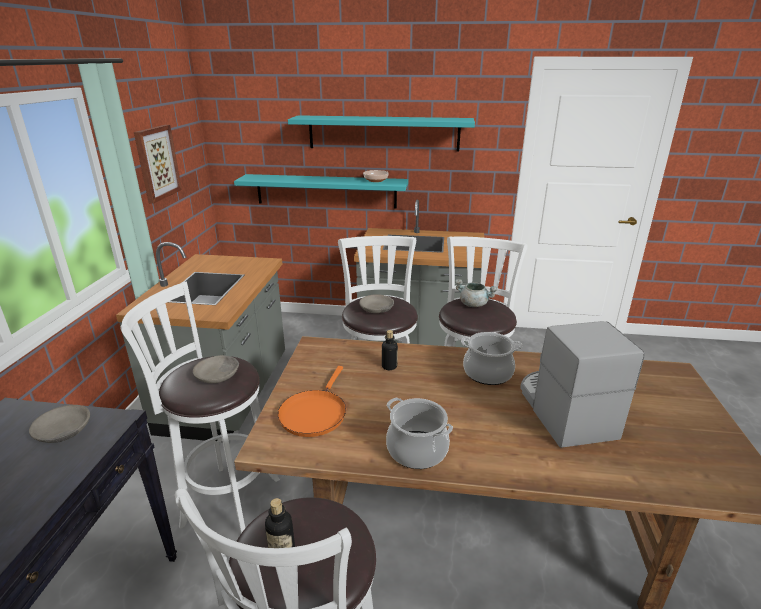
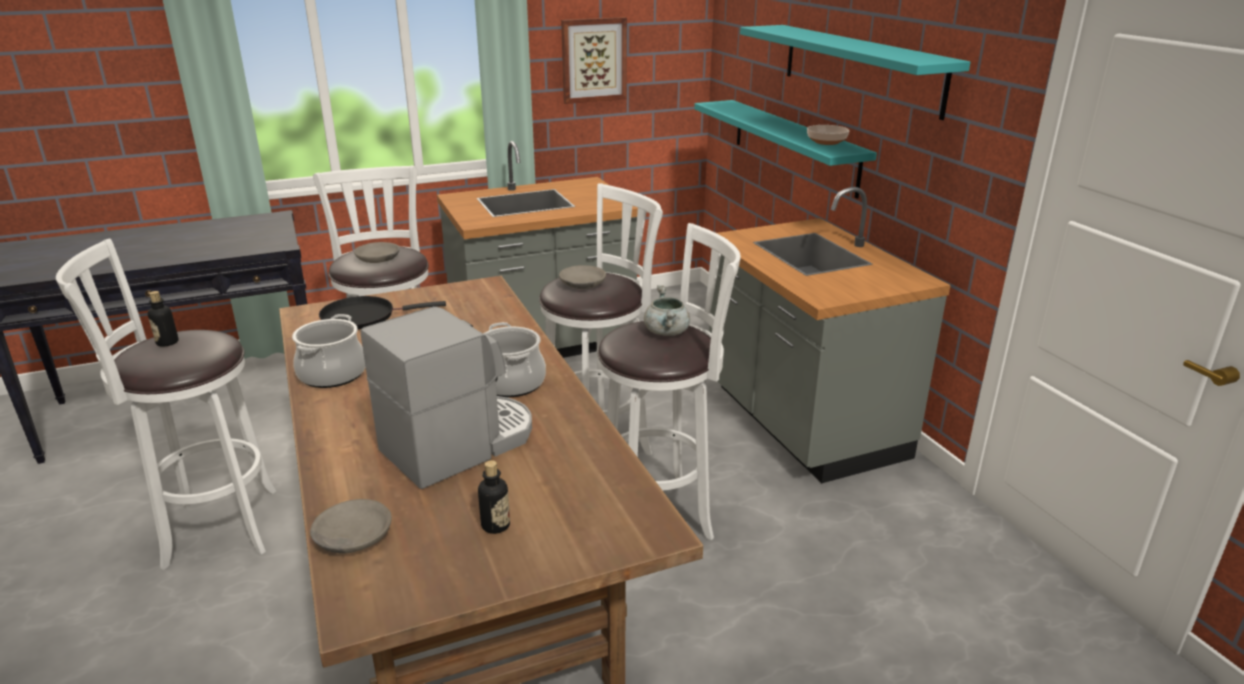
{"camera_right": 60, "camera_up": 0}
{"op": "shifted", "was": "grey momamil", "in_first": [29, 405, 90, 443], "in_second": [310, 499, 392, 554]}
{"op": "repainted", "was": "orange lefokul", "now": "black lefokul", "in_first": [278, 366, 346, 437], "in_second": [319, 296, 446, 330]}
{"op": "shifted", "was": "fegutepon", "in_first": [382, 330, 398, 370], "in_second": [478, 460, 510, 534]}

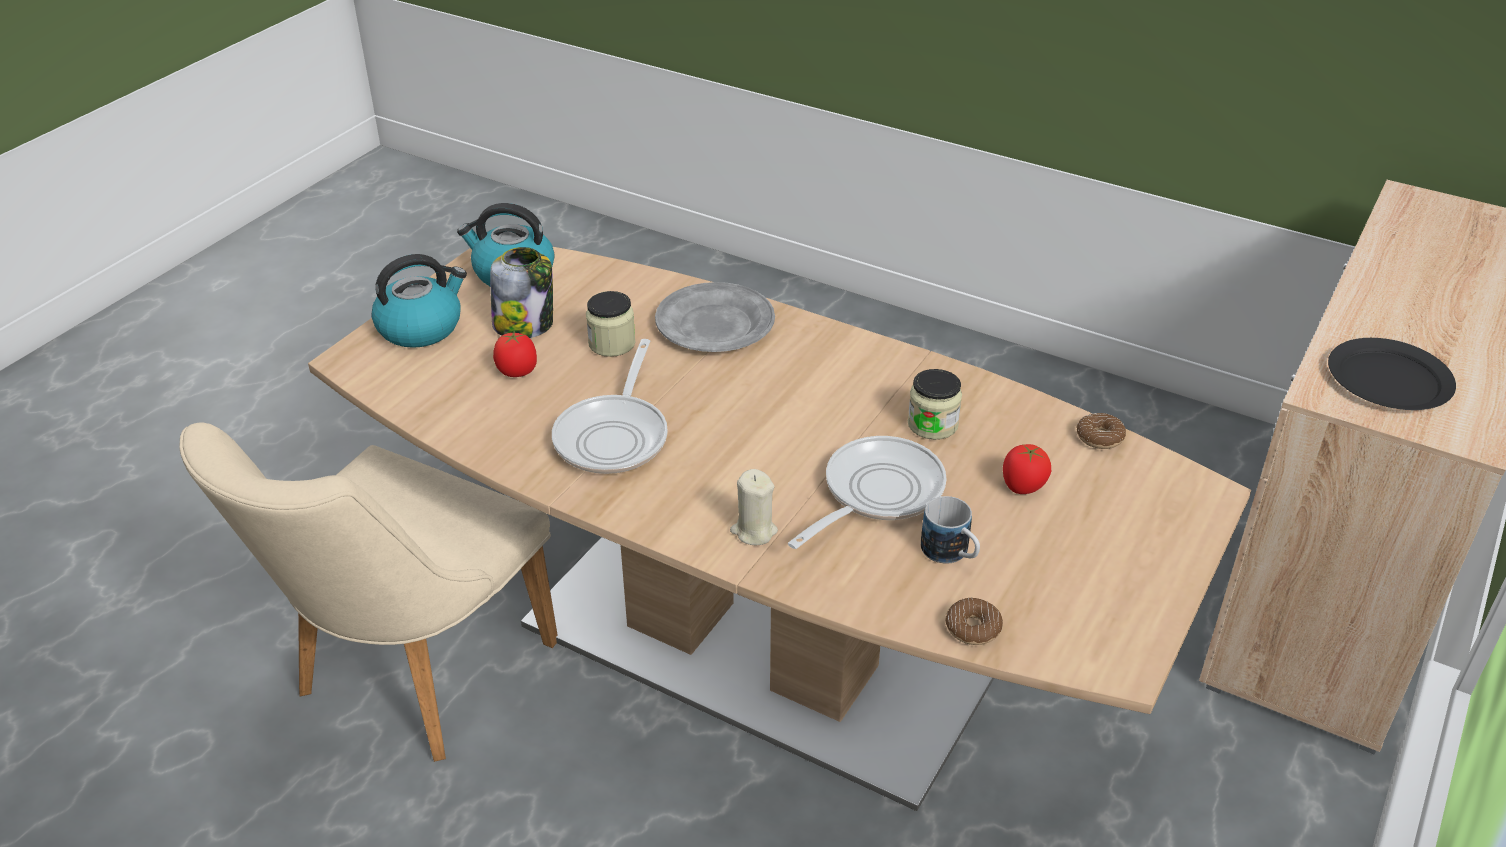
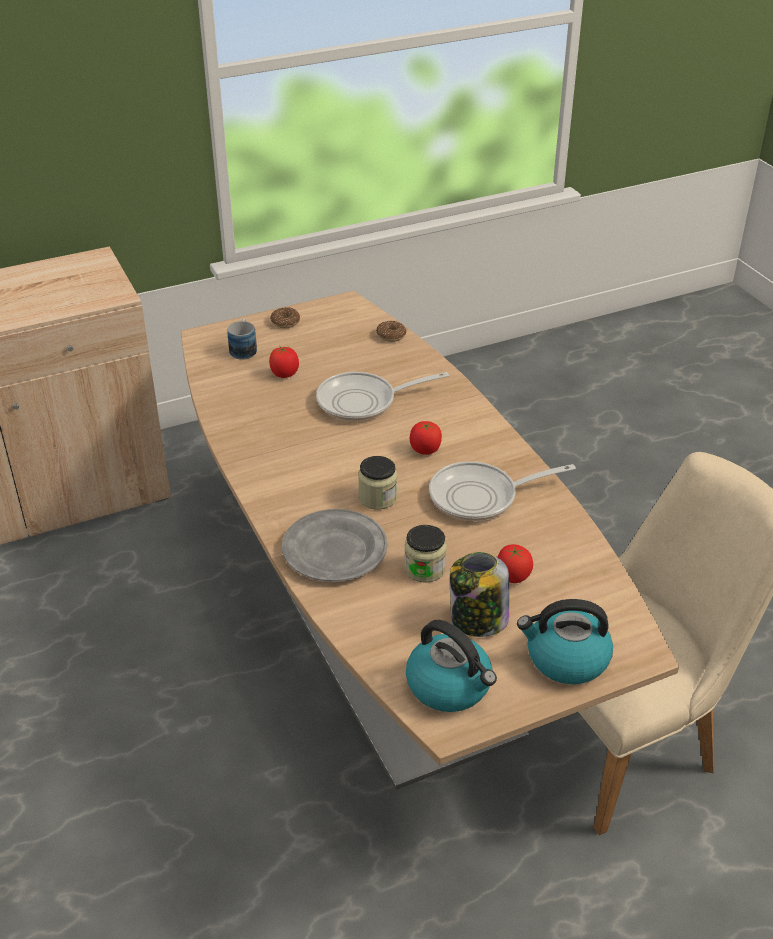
{"camera_right": -145, "camera_up": 0}
{"op": "rotated", "was": "lefokul", "in_first": [552, 339, 668, 474], "in_second": [429, 461, 576, 521], "clockwise": -150}
{"op": "gone", "was": "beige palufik", "in_first": [730, 469, 778, 546]}
{"op": "shifted", "was": "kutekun", "in_first": [908, 369, 962, 440], "in_second": [358, 456, 397, 510]}
{"op": "shifted", "was": "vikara", "in_first": [921, 496, 980, 564], "in_second": [227, 318, 257, 360]}
{"op": "shifted", "was": "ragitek", "in_first": [1076, 413, 1126, 449], "in_second": [270, 307, 300, 328]}
{"op": "gone", "was": "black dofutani", "in_first": [1328, 338, 1456, 410]}
{"op": "new", "now": "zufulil", "in_second": [410, 421, 442, 455]}

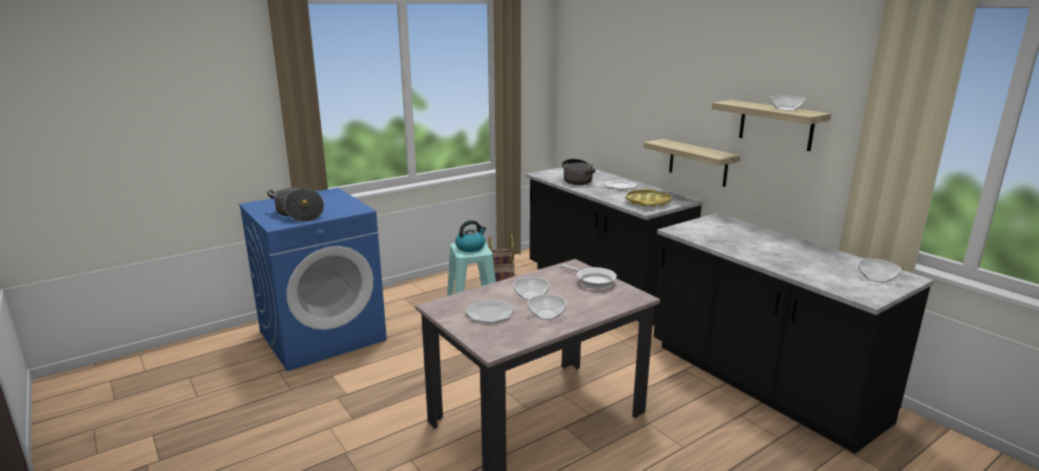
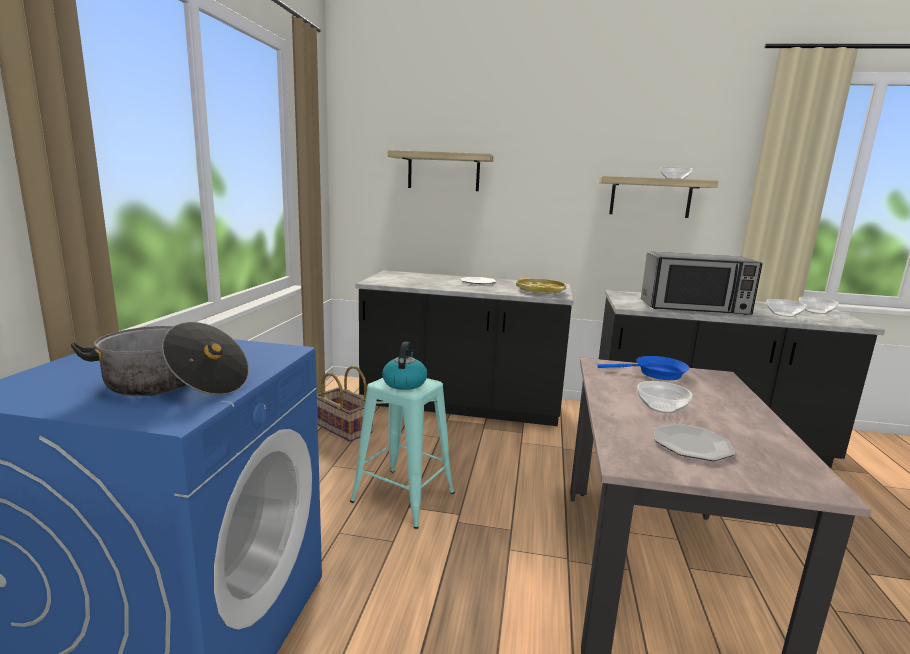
{"camera_right": -45, "camera_up": -5}
{"op": "shifted", "was": "momamil", "in_first": [528, 294, 567, 320], "in_second": [766, 299, 807, 317]}
{"op": "repainted", "was": "white lefokul", "now": "blue lefokul", "in_first": [561, 264, 617, 289], "in_second": [597, 356, 690, 380]}
{"op": "gone", "was": "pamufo", "in_first": [562, 159, 596, 185]}
{"op": "shifted", "was": "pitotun", "in_first": [643, 139, 740, 187], "in_second": [388, 150, 494, 191]}
{"op": "new", "now": "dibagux", "in_second": [641, 252, 763, 315]}

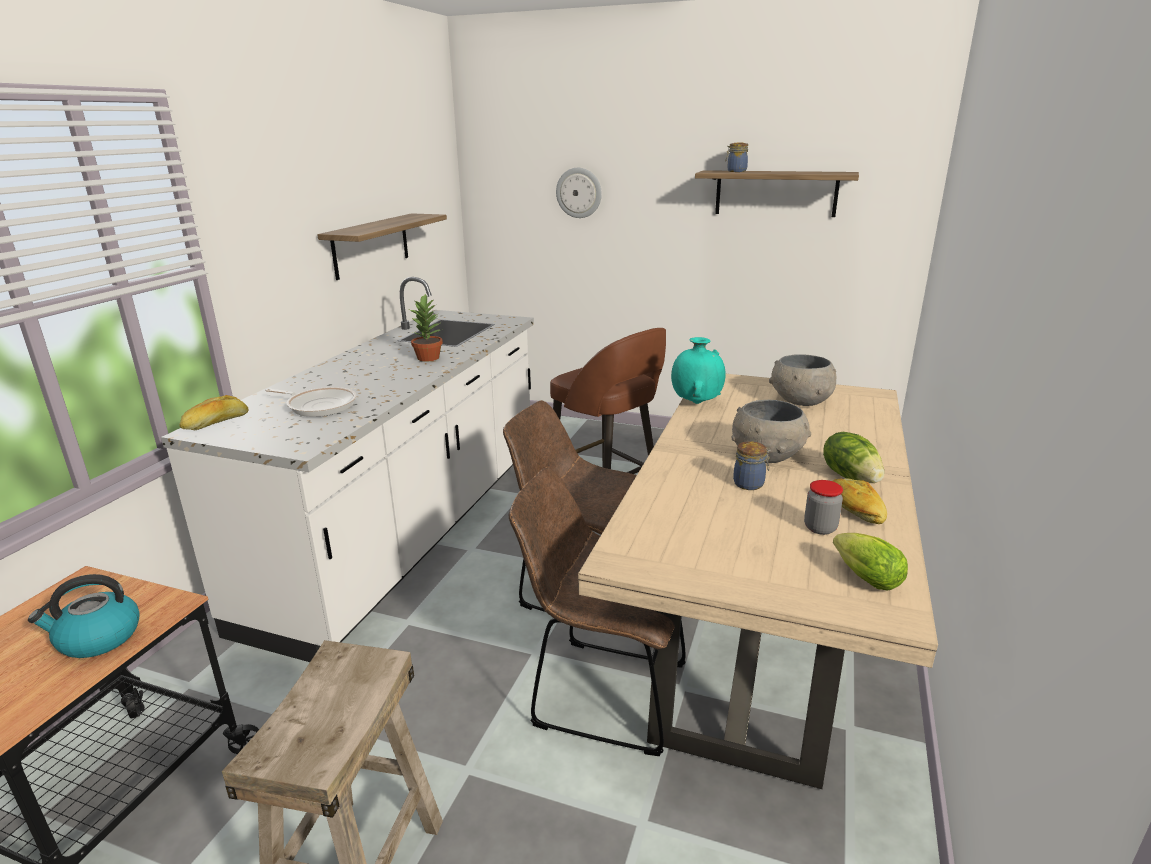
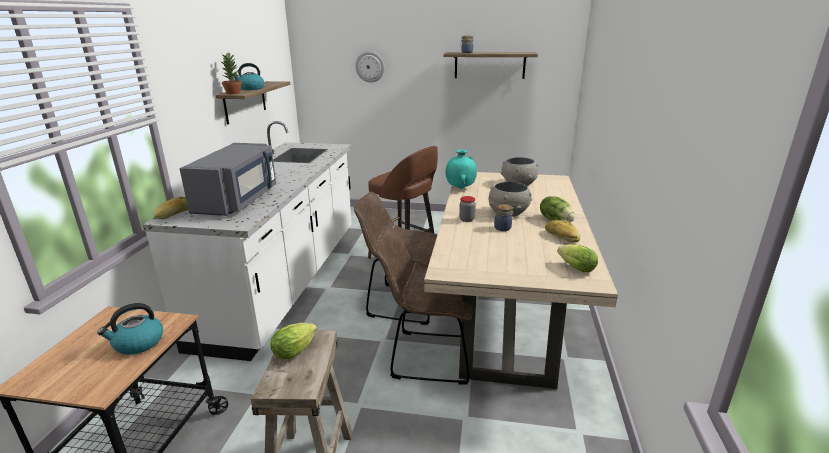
{"camera_right": -10, "camera_up": 0}
{"op": "swapped", "was": "lefokul", "now": "grey dibagux", "in_first": [265, 387, 357, 417], "in_second": [179, 143, 276, 216]}
{"op": "shifted", "was": "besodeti", "in_first": [410, 294, 443, 362], "in_second": [221, 52, 242, 94]}
{"op": "shifted", "was": "kutekun", "in_first": [804, 480, 843, 535], "in_second": [459, 196, 476, 222]}
{"op": "new", "now": "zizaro", "in_second": [233, 63, 264, 90]}
{"op": "new", "now": "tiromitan", "in_second": [270, 323, 317, 359]}

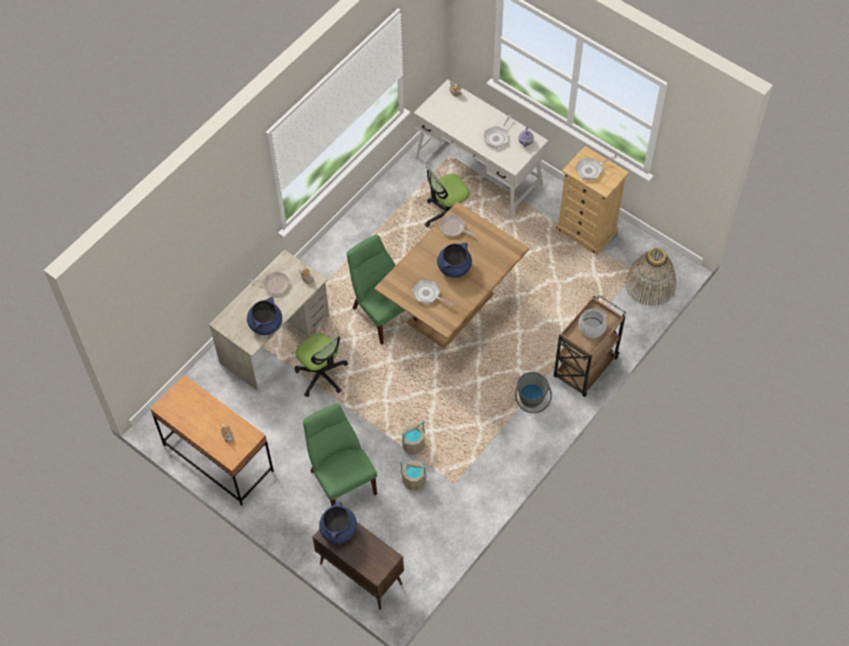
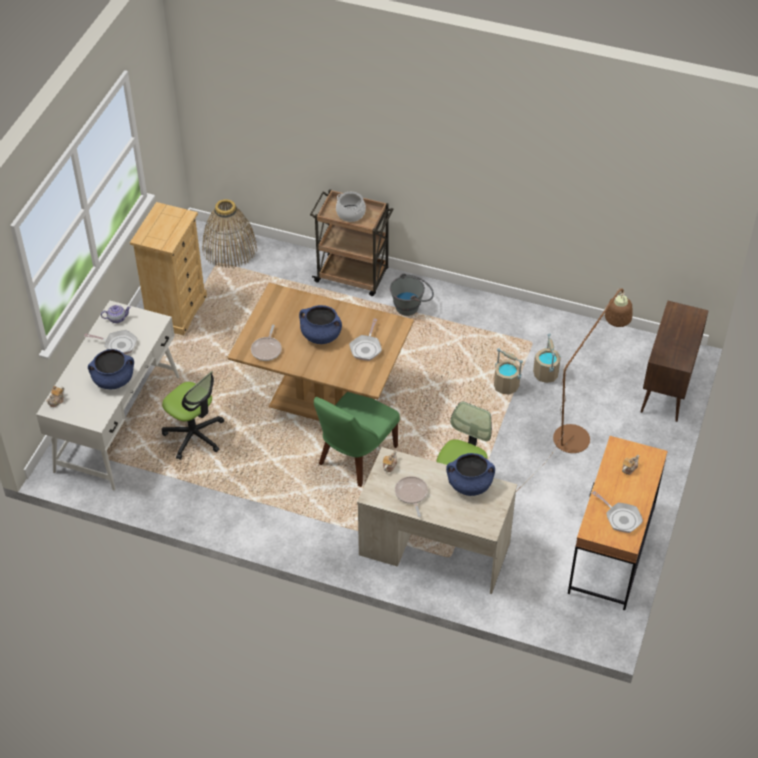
{"camera_right": -110, "camera_up": -10}
{"op": "swapped", "was": "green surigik", "now": "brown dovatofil", "in_first": [303, 403, 377, 506], "in_second": [524, 288, 632, 484]}
{"op": "shifted", "was": "blue pamufo", "in_first": [319, 502, 357, 544], "in_second": [88, 349, 134, 389]}
{"op": "shifted", "was": "lefokul", "in_first": [575, 155, 617, 180], "in_second": [592, 491, 643, 533]}

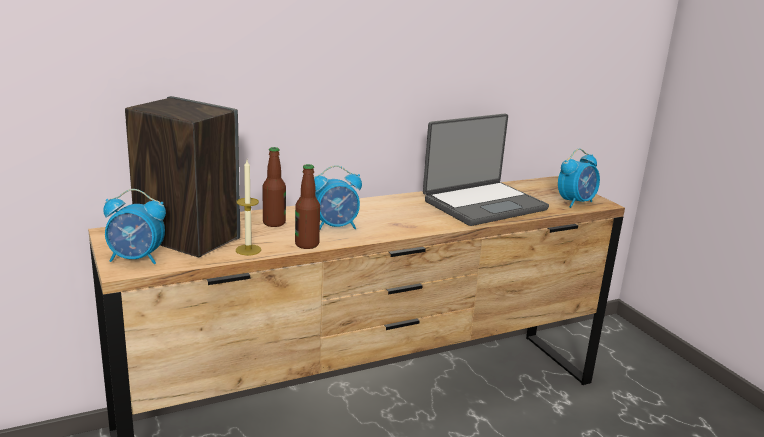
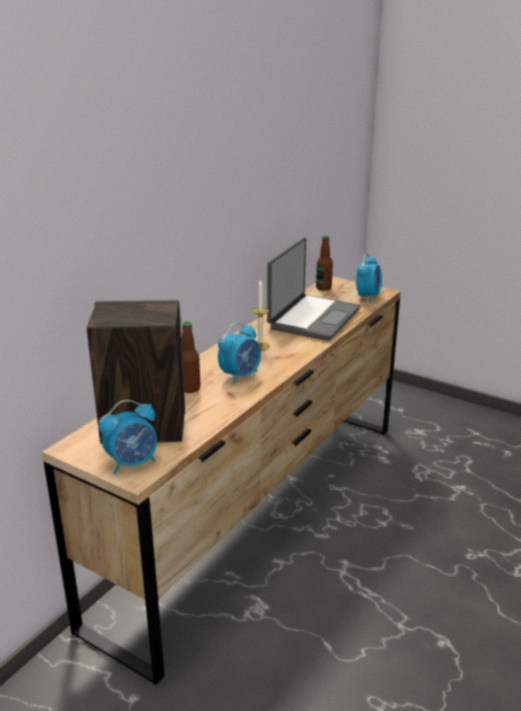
{"camera_right": -30, "camera_up": 5}
{"op": "shifted", "was": "palufik", "in_first": [236, 160, 261, 255], "in_second": [252, 279, 270, 351]}
{"op": "shifted", "was": "fegutepon", "in_first": [295, 164, 320, 249], "in_second": [316, 235, 333, 291]}

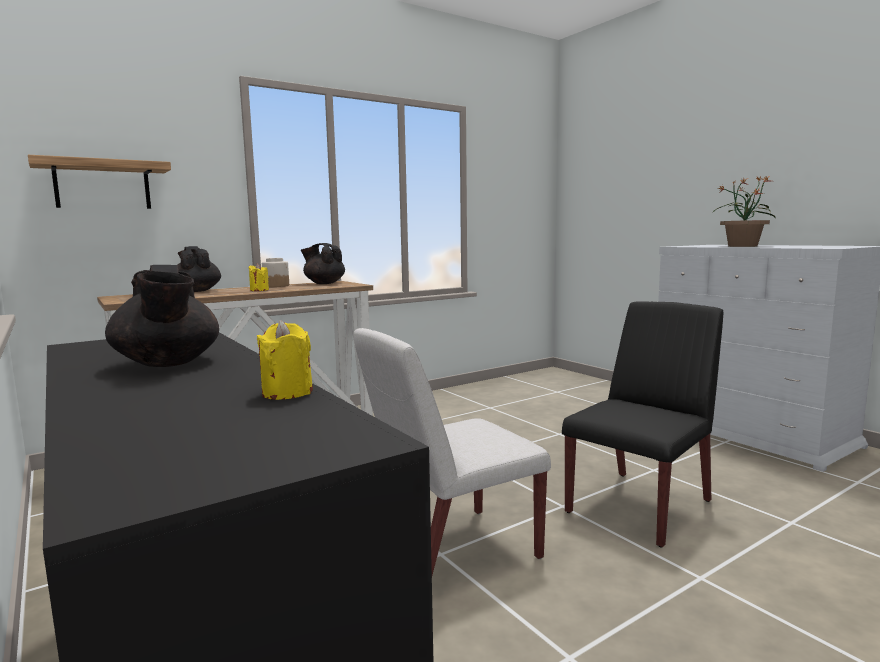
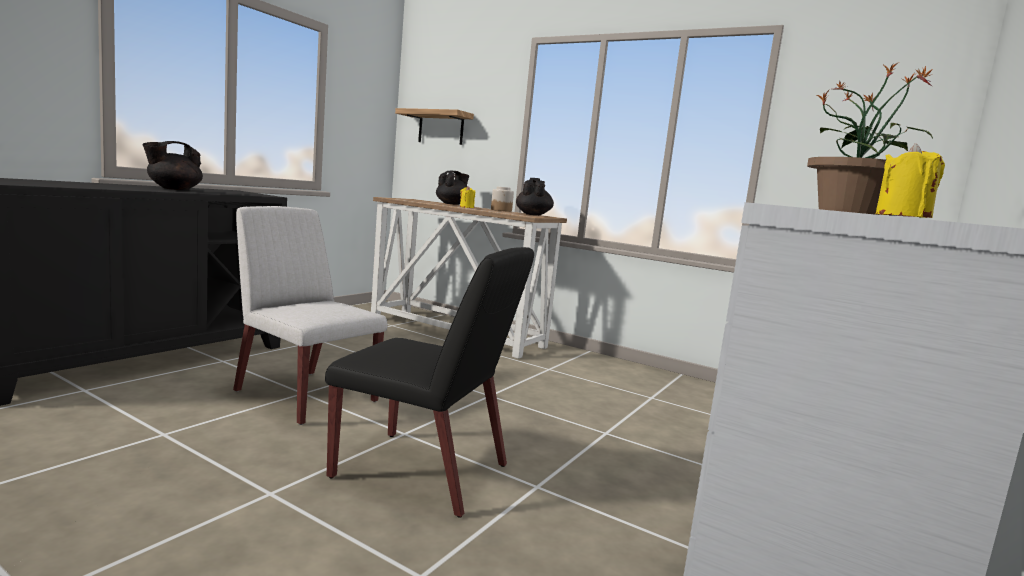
{"camera_right": 65, "camera_up": 0}
{"op": "shifted", "was": "yellow palufik", "in_first": [257, 320, 313, 400], "in_second": [875, 143, 945, 218]}

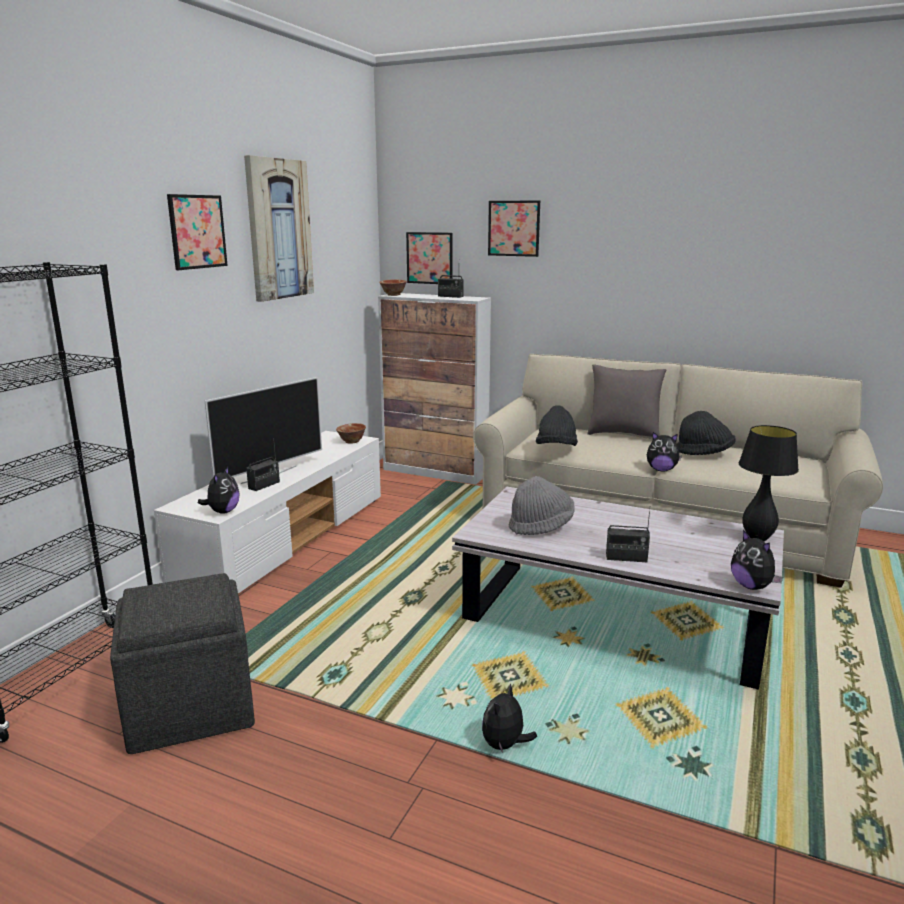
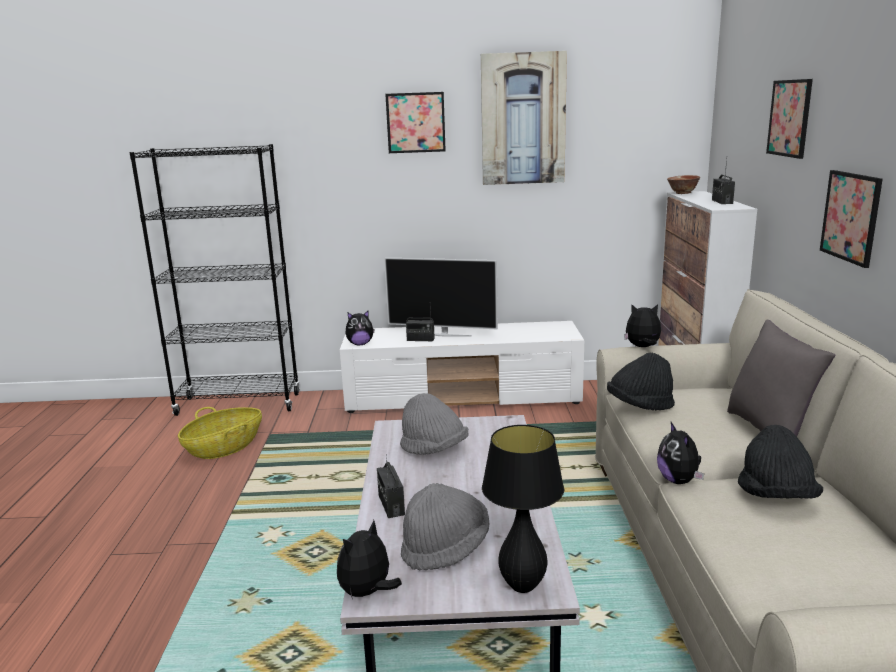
{"camera_right": 65, "camera_up": 0}
{"op": "swapped", "was": "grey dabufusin", "now": "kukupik", "in_first": [110, 573, 255, 754], "in_second": [178, 407, 262, 459]}
{"op": "gone", "was": "momamil", "in_first": [336, 423, 366, 444]}
{"op": "shifted", "was": "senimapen", "in_first": [406, 232, 453, 284], "in_second": [820, 170, 883, 268]}
{"op": "shifted", "was": "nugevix", "in_first": [482, 683, 537, 753], "in_second": [624, 304, 661, 347]}
{"op": "new", "now": "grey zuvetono", "in_second": [401, 483, 489, 570]}

